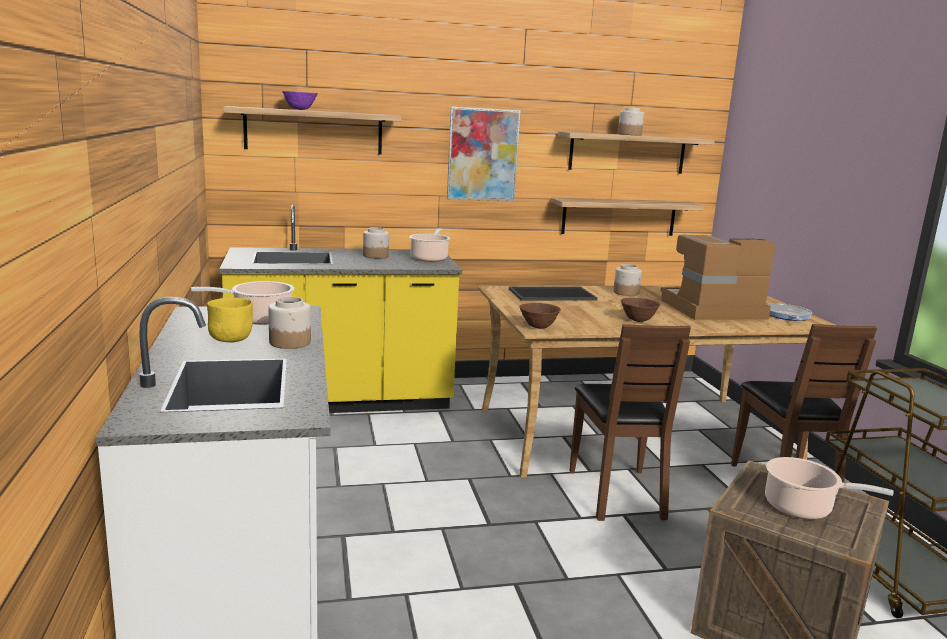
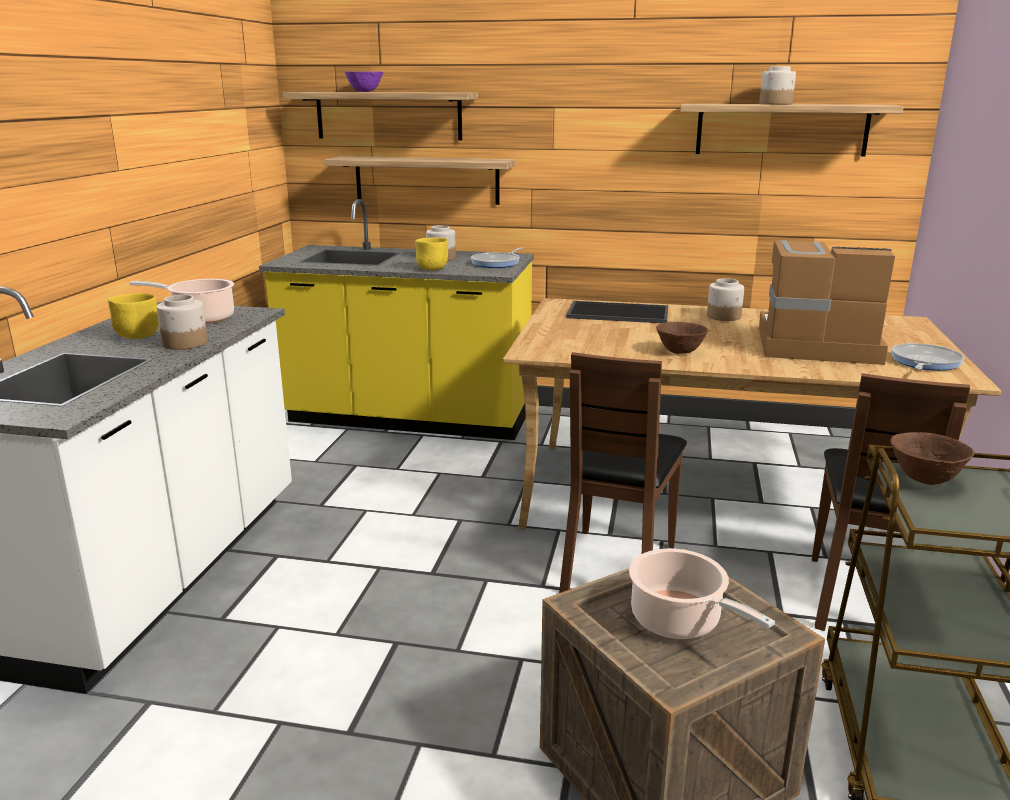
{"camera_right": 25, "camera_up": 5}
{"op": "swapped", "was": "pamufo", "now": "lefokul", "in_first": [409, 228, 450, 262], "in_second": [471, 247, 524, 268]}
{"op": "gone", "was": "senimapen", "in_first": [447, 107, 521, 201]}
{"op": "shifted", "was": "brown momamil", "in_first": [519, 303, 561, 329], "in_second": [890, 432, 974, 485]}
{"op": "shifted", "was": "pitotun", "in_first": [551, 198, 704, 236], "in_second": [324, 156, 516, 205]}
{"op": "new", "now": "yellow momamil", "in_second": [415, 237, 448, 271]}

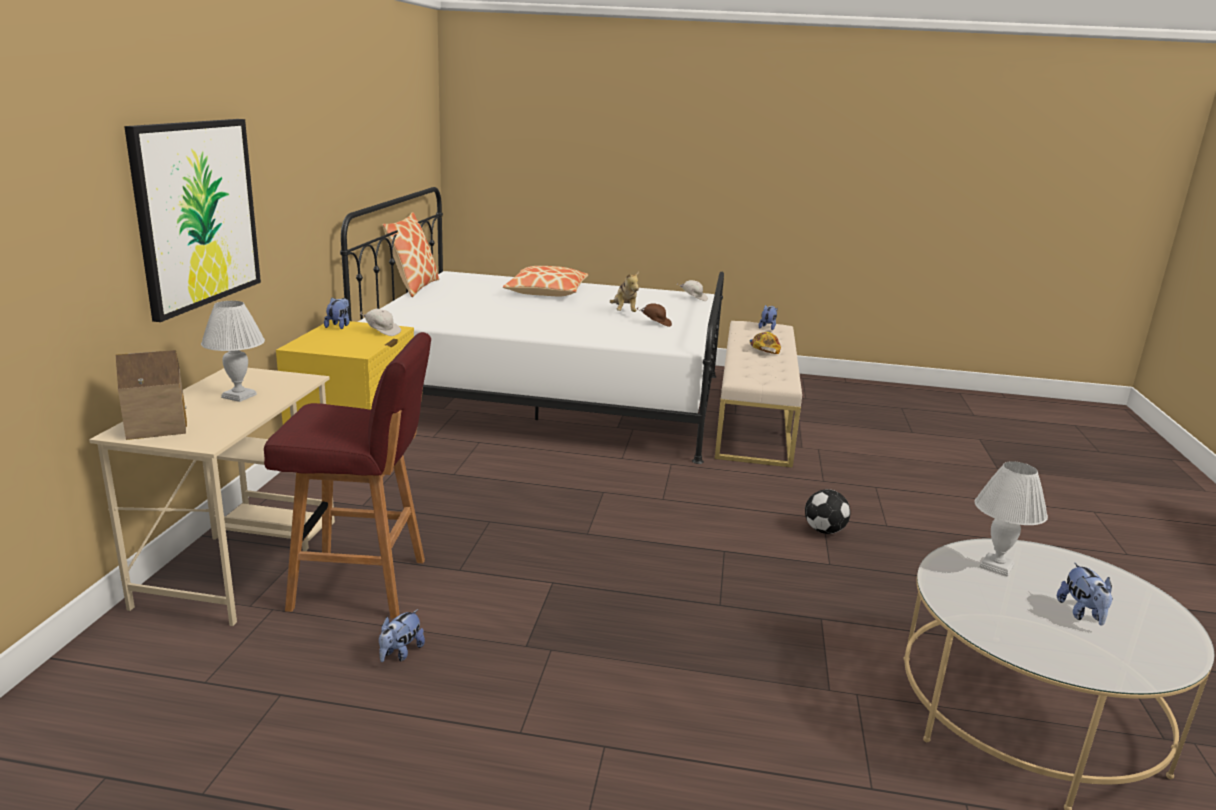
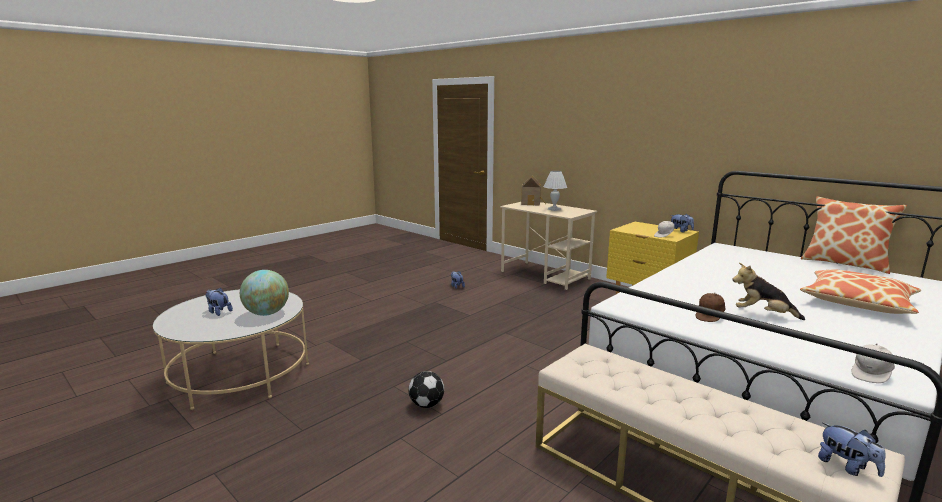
{"camera_right": 125, "camera_up": -5}
{"op": "gone", "was": "senimapen", "in_first": [124, 119, 261, 322]}
{"op": "gone", "was": "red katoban", "in_first": [264, 332, 431, 619]}
{"op": "gone", "was": "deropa", "in_first": [750, 332, 781, 354]}
{"op": "swapped", "was": "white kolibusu", "now": "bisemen", "in_first": [975, 461, 1048, 577], "in_second": [240, 270, 289, 316]}

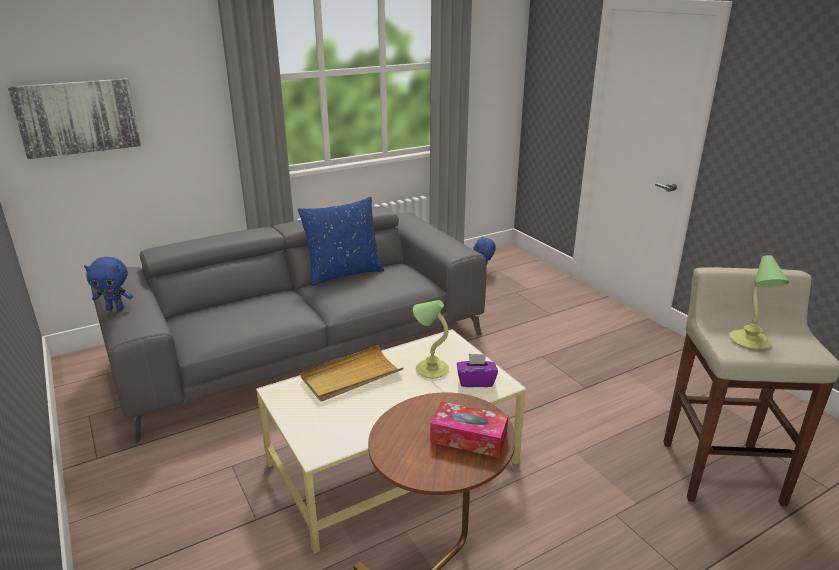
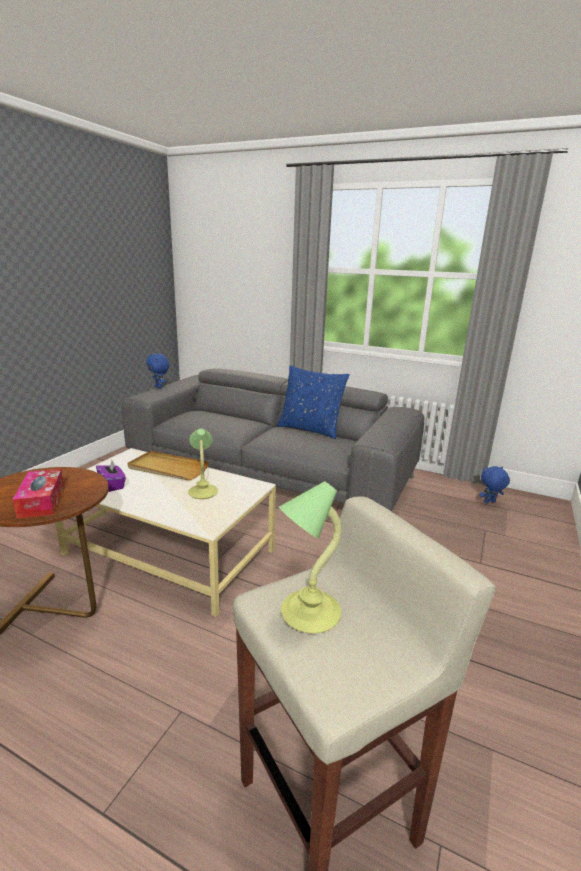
{"camera_right": 55, "camera_up": -5}
{"op": "gone", "was": "senimapen", "in_first": [8, 78, 142, 159]}
{"op": "shifted", "was": "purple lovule", "in_first": [457, 354, 498, 387], "in_second": [96, 460, 126, 492]}

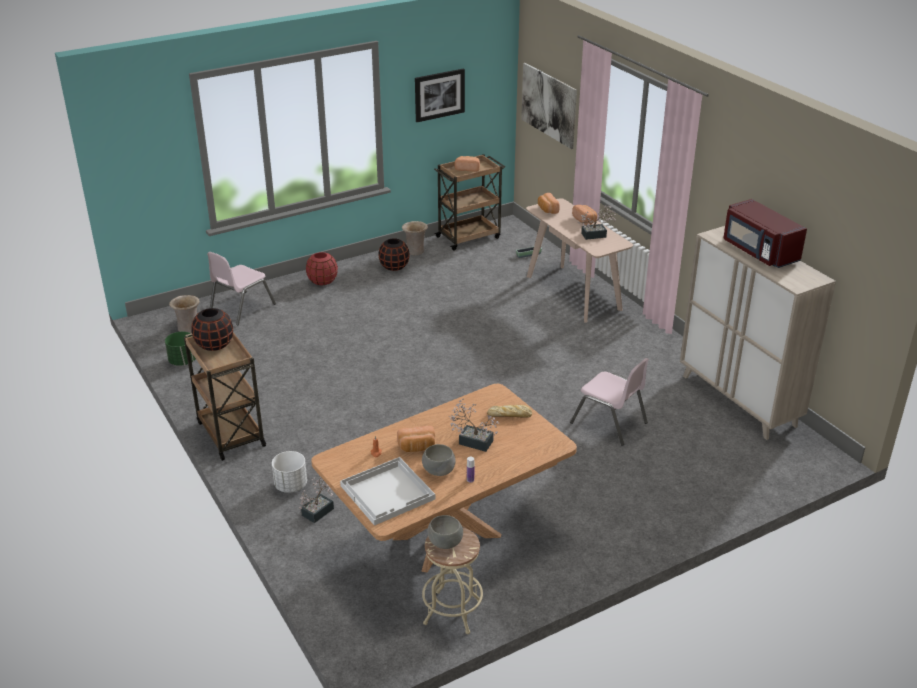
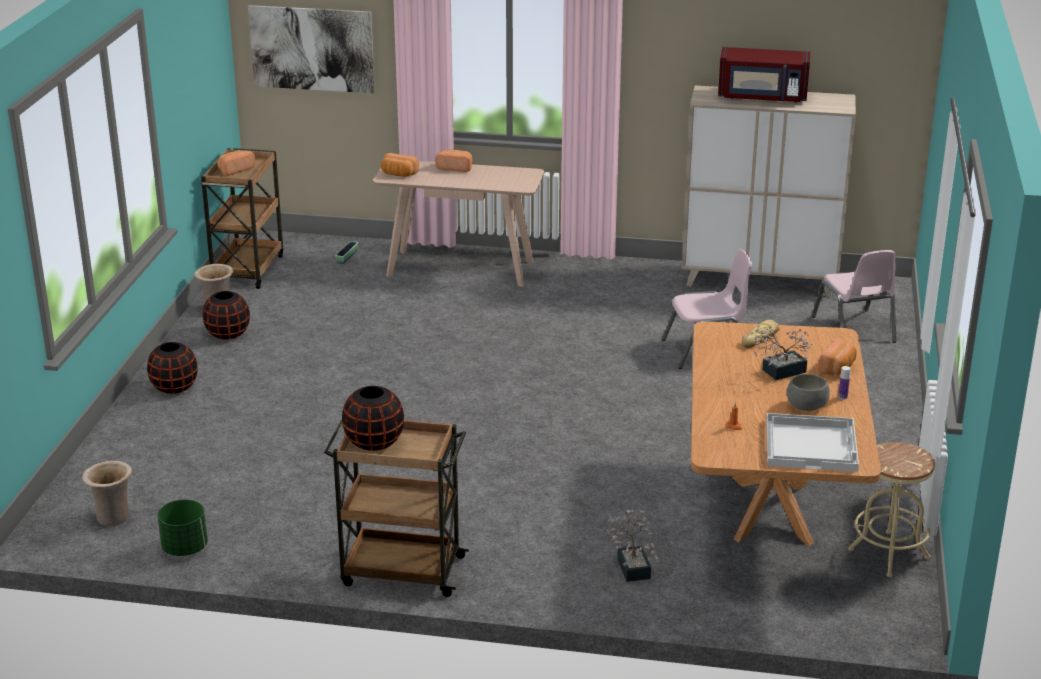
{"camera_right": -50, "camera_up": -5}
{"op": "shifted", "was": "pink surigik", "in_first": [207, 252, 276, 325], "in_second": [812, 250, 896, 343]}
{"op": "gone", "was": "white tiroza", "in_first": [272, 451, 307, 493]}
{"op": "repainted", "was": "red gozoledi", "now": "black gozoledi", "in_first": [306, 252, 338, 285], "in_second": [147, 342, 198, 394]}
{"op": "shifted", "was": "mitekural", "in_first": [397, 426, 435, 452], "in_second": [819, 338, 857, 375]}
{"op": "gone", "was": "senimapen", "in_first": [415, 68, 465, 122]}
{"op": "gone", "was": "grey momamil", "in_first": [428, 515, 463, 549]}
{"op": "gone", "was": "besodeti", "in_first": [578, 205, 616, 240]}

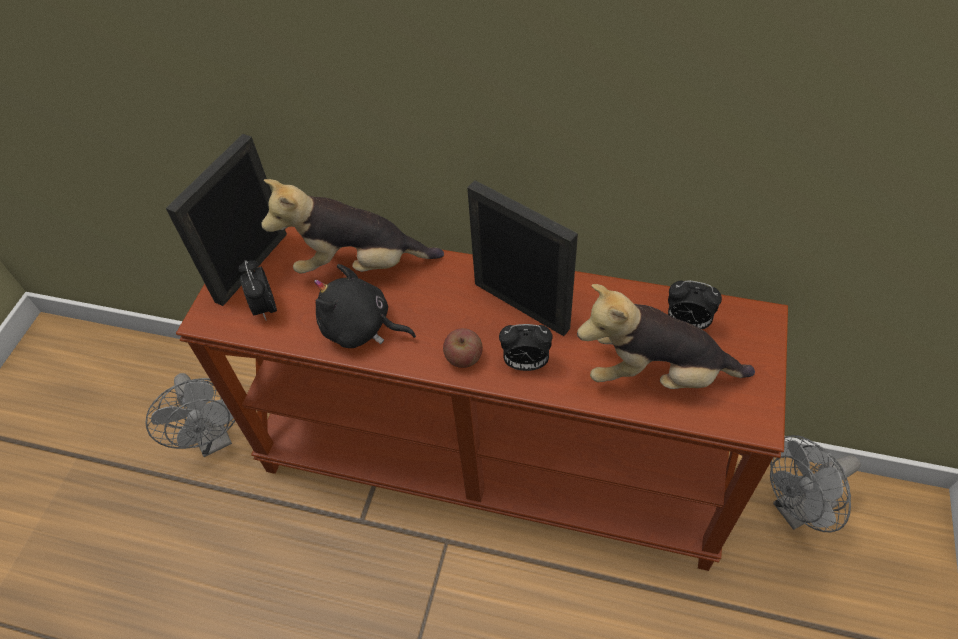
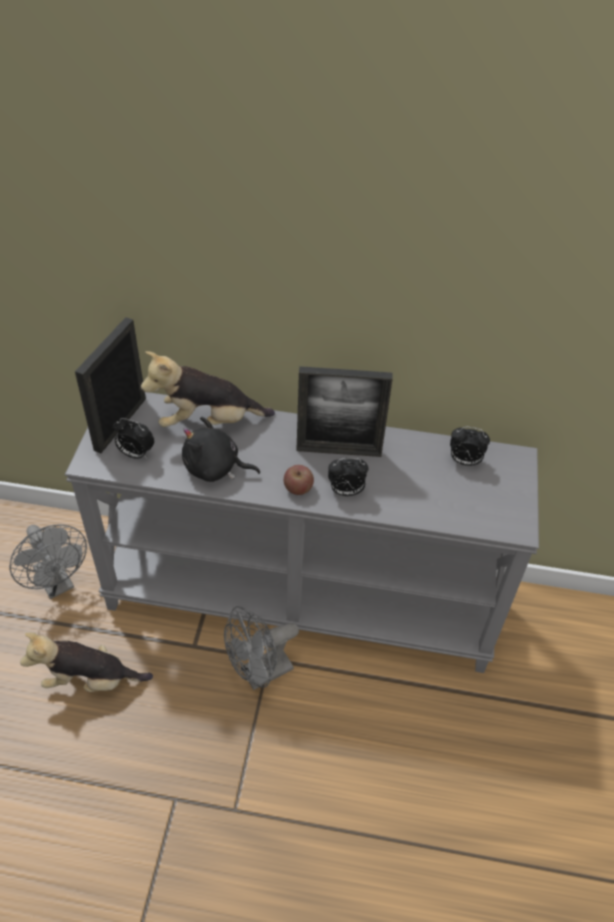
{"camera_right": -10, "camera_up": -5}
{"op": "repainted", "was": "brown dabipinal", "now": "grey dabipinal", "in_first": [176, 227, 788, 571], "in_second": [65, 392, 539, 673]}
{"op": "rotated", "was": "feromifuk", "in_first": [238, 260, 277, 320], "in_second": [113, 418, 155, 459], "clockwise": -45}
{"op": "rotated", "was": "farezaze", "in_first": [467, 180, 578, 336], "in_second": [296, 366, 393, 457], "clockwise": 150}
{"op": "shifted", "was": "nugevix", "in_first": [577, 284, 755, 389], "in_second": [20, 632, 153, 692]}
{"op": "shifted", "was": "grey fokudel", "in_first": [770, 435, 861, 532], "in_second": [224, 606, 299, 690]}

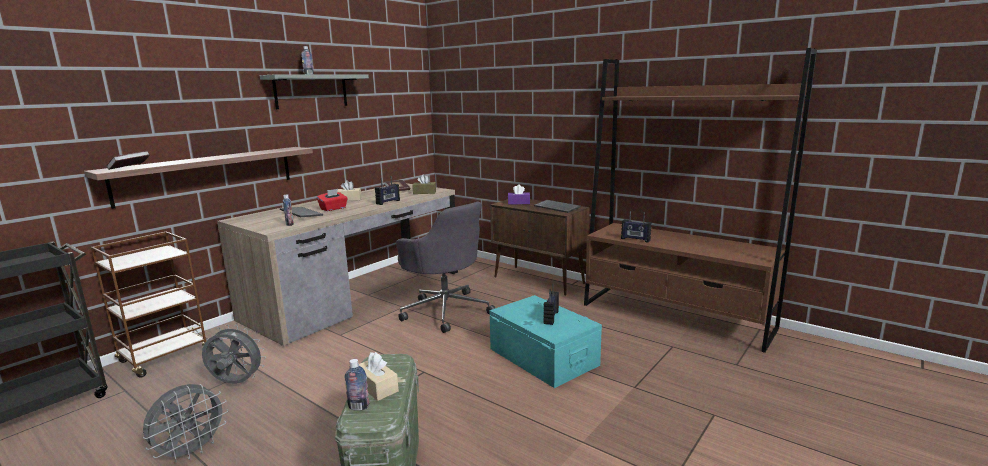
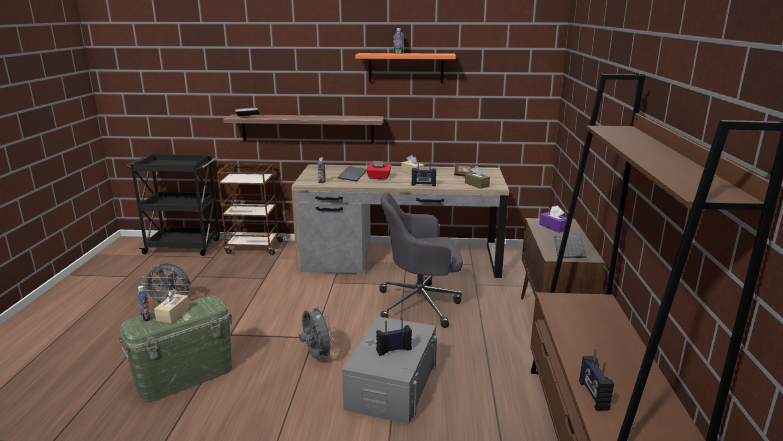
{"camera_right": 55, "camera_up": 5}
{"op": "shifted", "was": "grey fokudel", "in_first": [202, 324, 266, 384], "in_second": [299, 304, 335, 360]}
{"op": "repainted", "was": "grey pitotun", "now": "orange pitotun", "in_first": [260, 74, 369, 109], "in_second": [355, 53, 456, 83]}
{"op": "rotated", "was": "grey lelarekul", "in_first": [396, 202, 495, 333], "in_second": [379, 192, 463, 328], "clockwise": 75}
{"op": "repainted", "was": "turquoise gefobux", "now": "grey gefobux", "in_first": [490, 295, 602, 388], "in_second": [342, 316, 437, 424]}
{"op": "shifted", "was": "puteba", "in_first": [621, 211, 652, 242], "in_second": [579, 348, 614, 411]}

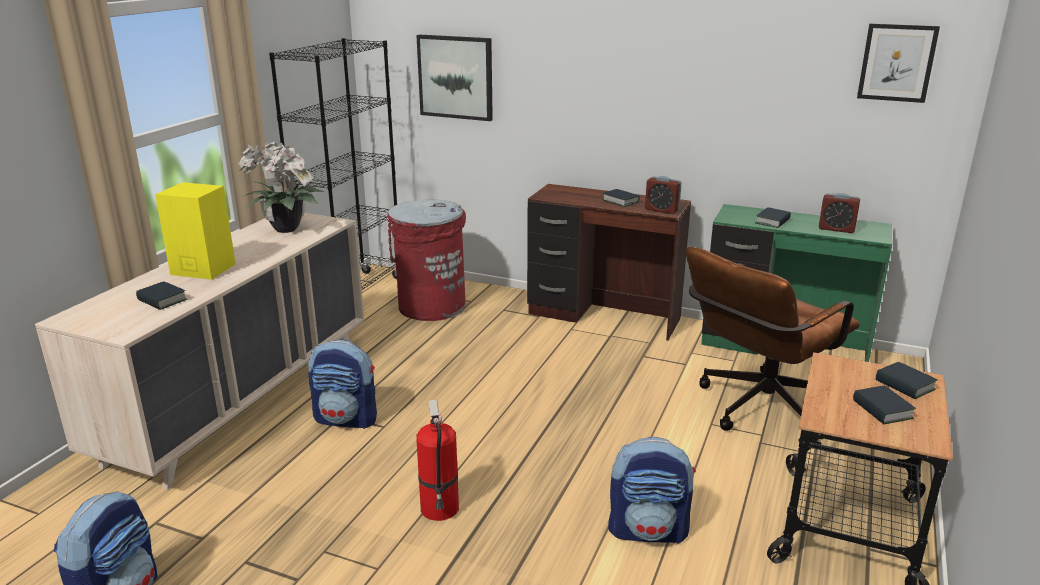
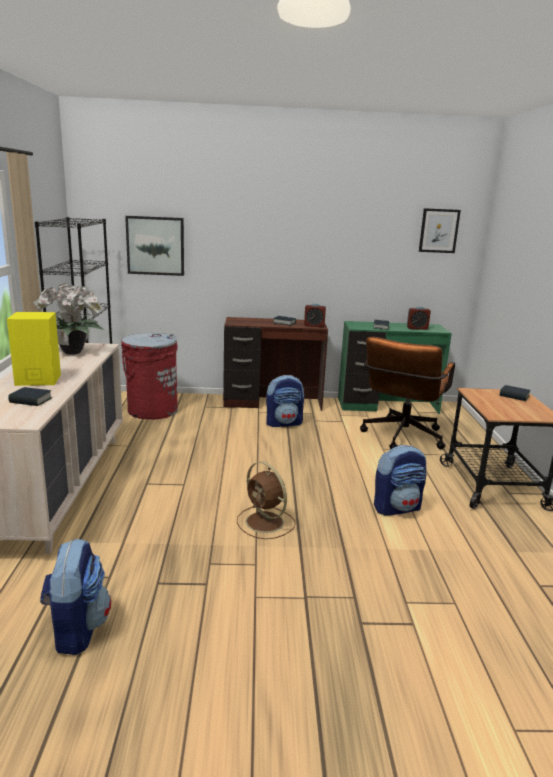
{"camera_right": -25, "camera_up": -5}
{"op": "shifted", "was": "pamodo", "in_first": [308, 340, 377, 429], "in_second": [266, 375, 304, 427]}
{"op": "swapped", "was": "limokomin", "now": "brown fokudel", "in_first": [416, 400, 459, 521], "in_second": [237, 462, 296, 539]}
{"op": "gone", "was": "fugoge", "in_first": [853, 386, 916, 424]}

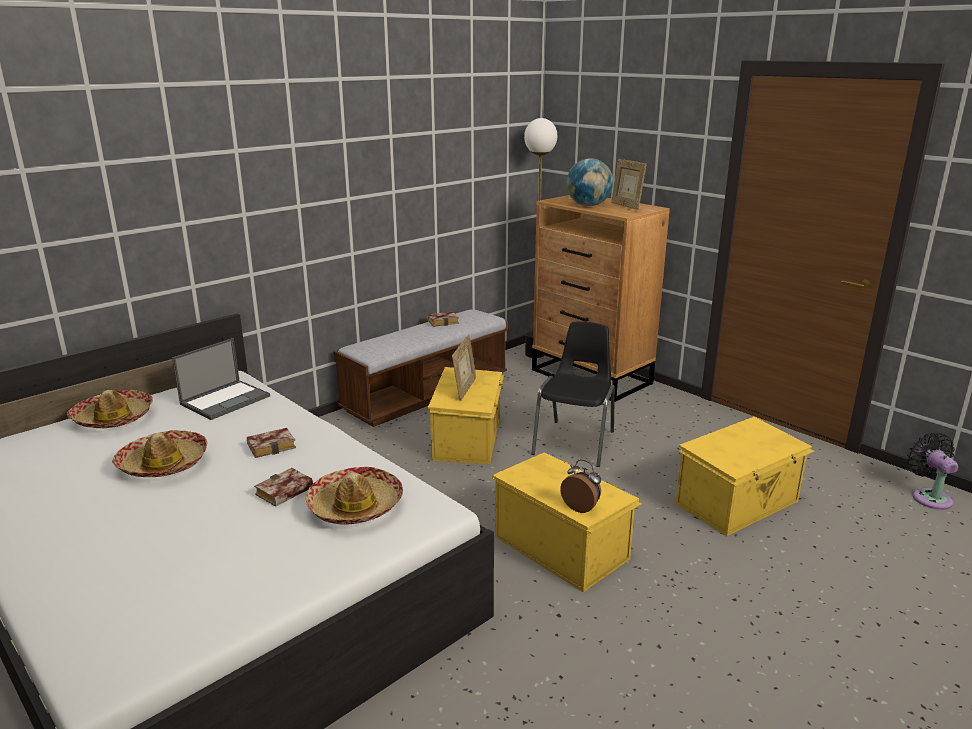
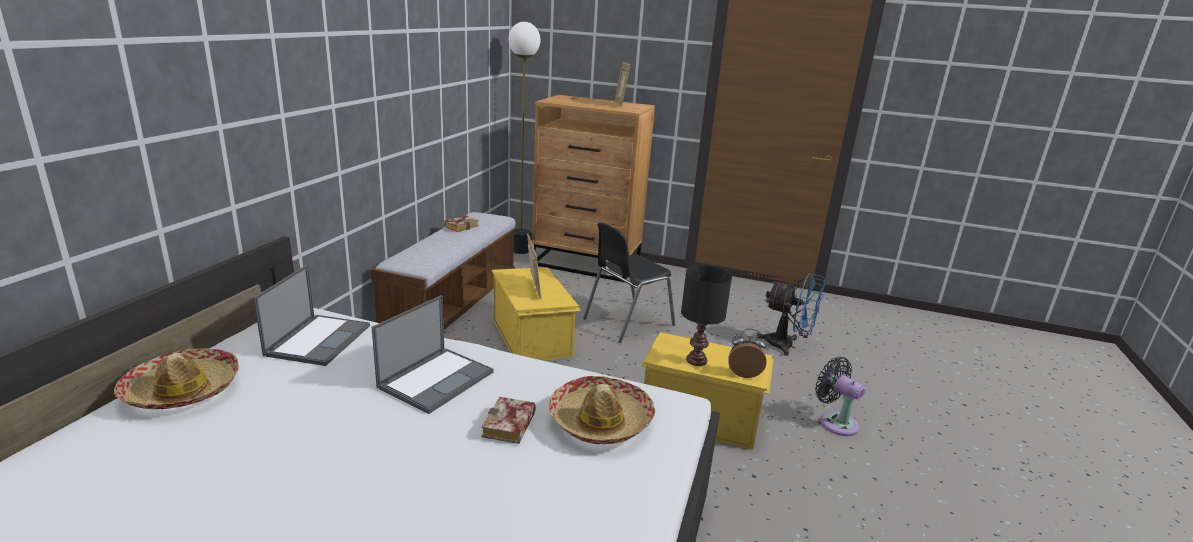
{"camera_right": -30, "camera_up": 0}
{"op": "gone", "was": "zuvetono", "in_first": [112, 430, 208, 477]}
{"op": "swapped", "was": "fugoge", "now": "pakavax", "in_first": [247, 428, 296, 458], "in_second": [372, 295, 494, 414]}
{"op": "rotated", "was": "black surigik", "in_first": [531, 321, 615, 467], "in_second": [583, 222, 675, 343], "clockwise": -120}
{"op": "gone", "was": "bisemen", "in_first": [566, 158, 613, 206]}
{"op": "rotated", "was": "farezaze", "in_first": [611, 159, 647, 210], "in_second": [615, 62, 630, 106], "clockwise": 45}
{"op": "swapped", "was": "yellow gefobux", "now": "blue fokudel", "in_first": [675, 417, 814, 536], "in_second": [756, 273, 825, 356]}
{"op": "shifted", "was": "black fokudel", "in_first": [907, 433, 958, 510], "in_second": [815, 357, 865, 436]}
{"op": "new", "now": "black kolibusu", "in_second": [681, 265, 732, 366]}

